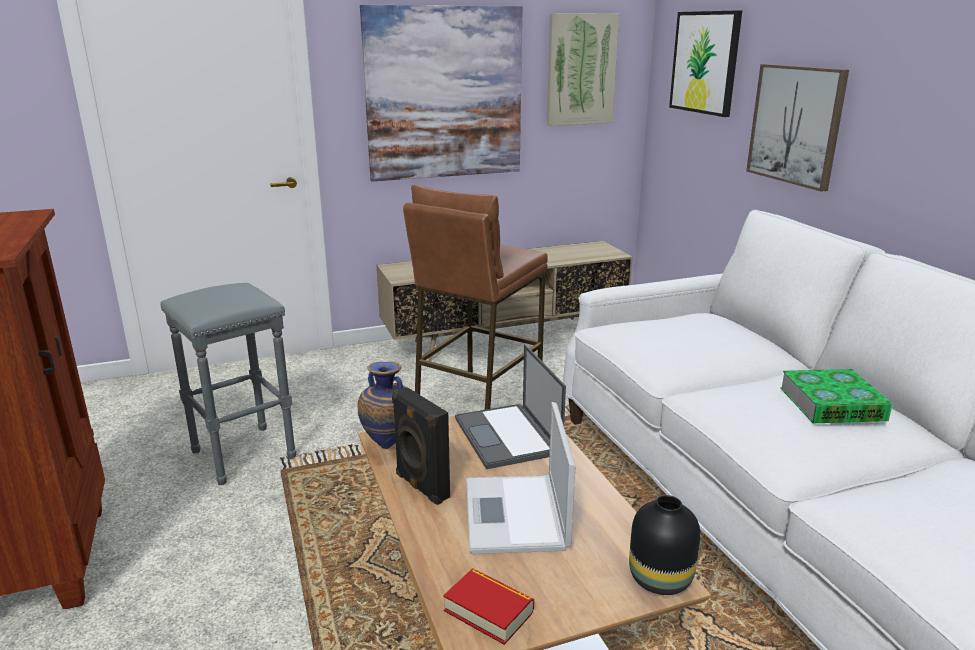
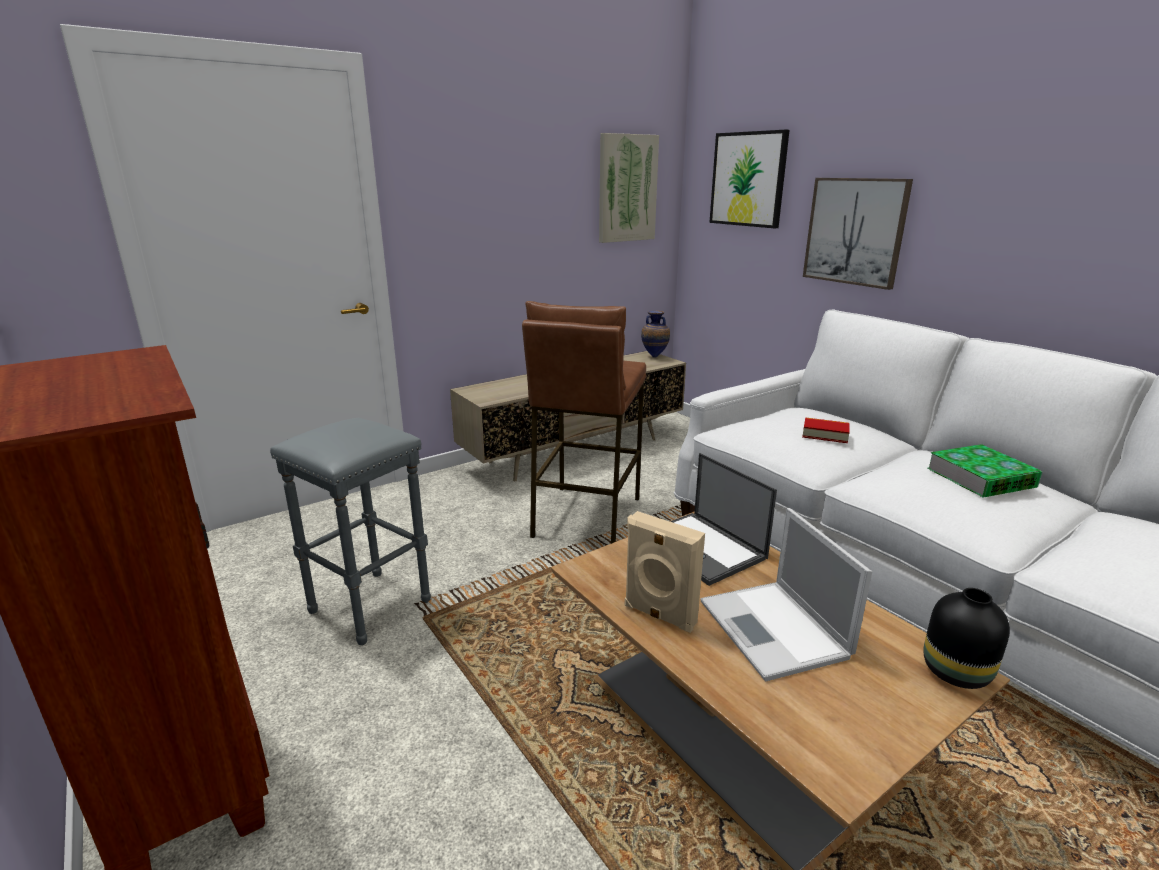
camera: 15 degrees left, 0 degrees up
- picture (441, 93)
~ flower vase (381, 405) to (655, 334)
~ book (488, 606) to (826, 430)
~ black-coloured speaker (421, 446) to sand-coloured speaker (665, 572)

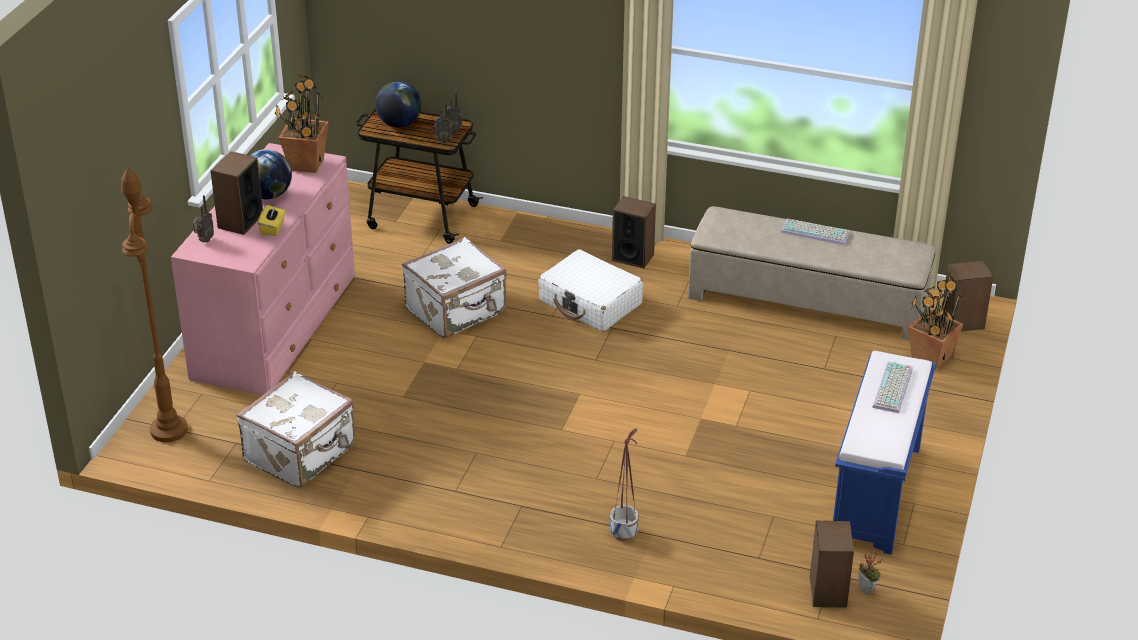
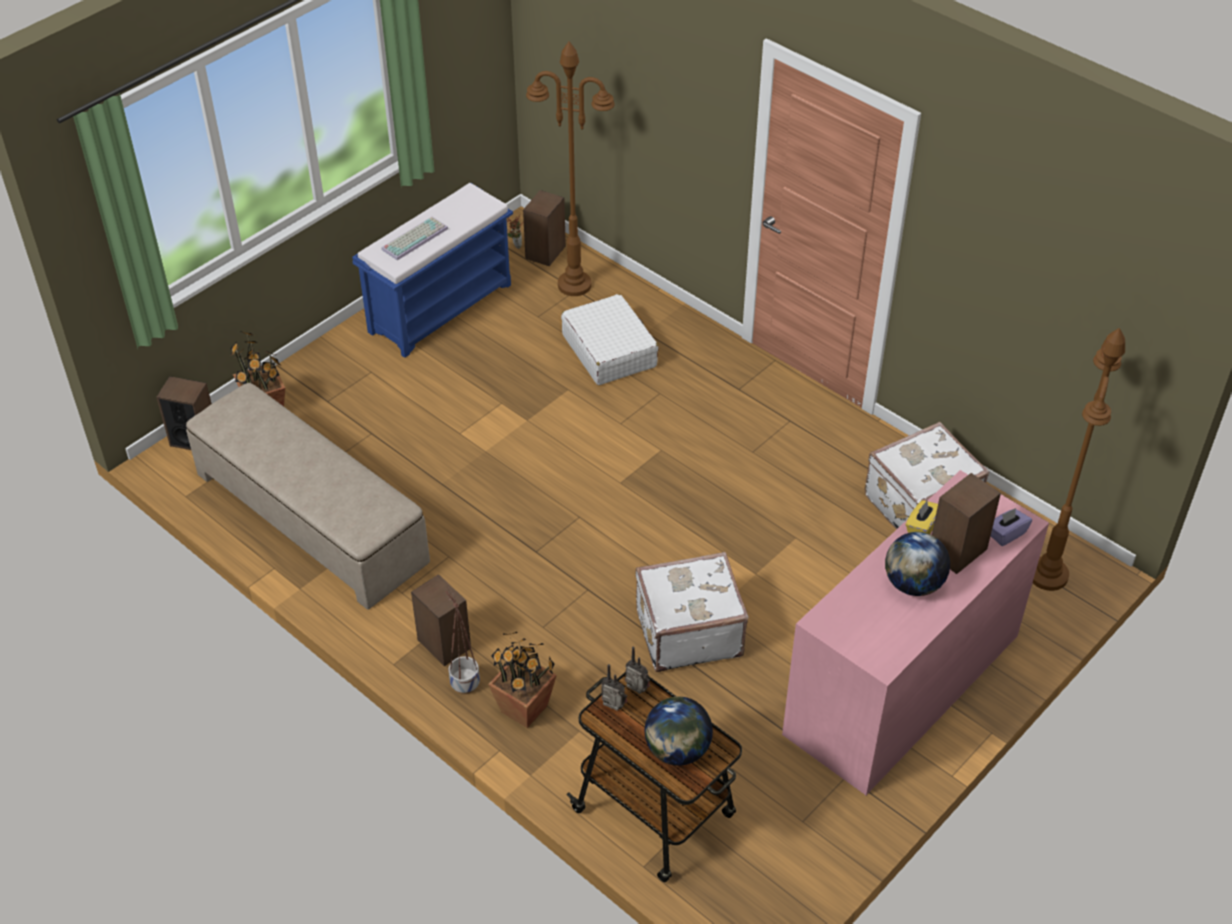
camera: 155 degrees left, 10 degrees up
- PC keyboard (815, 232)
+ brown floor lamp (570, 169)
~ houseplant (302, 124) to (522, 680)
~ whitish piece of luggage (590, 290) to (610, 339)
~ planter (624, 484) to (462, 640)
~ radio set (203, 219) to purplish tissue holder (1011, 527)

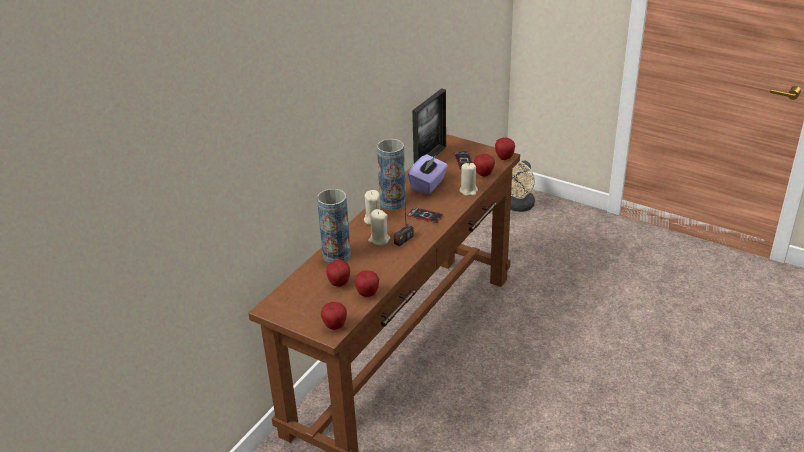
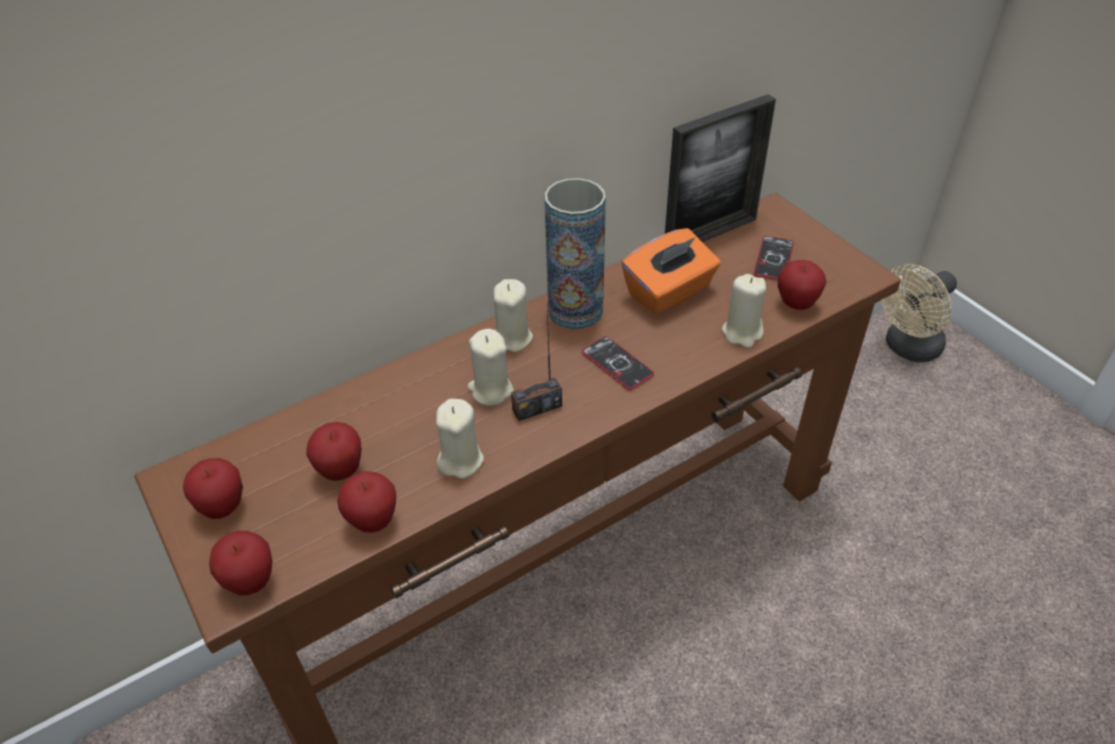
camera: 25 degrees right, 10 degrees up
- flower vase (334, 226)
+ sand-coloured wax candle (460, 439)
~ apple (505, 148) to (213, 488)
~ purplish tissue holder (428, 174) to orange tissue holder (671, 271)

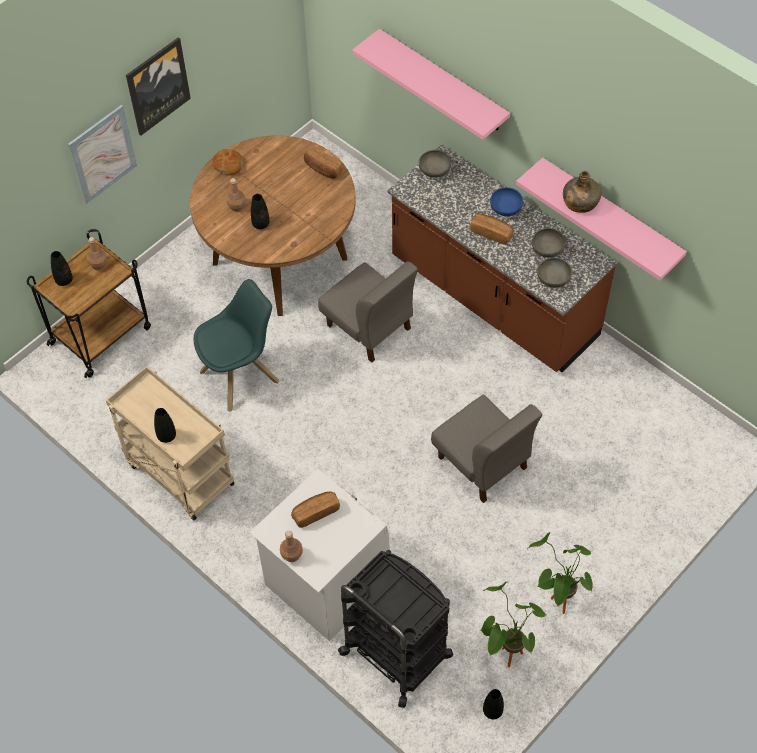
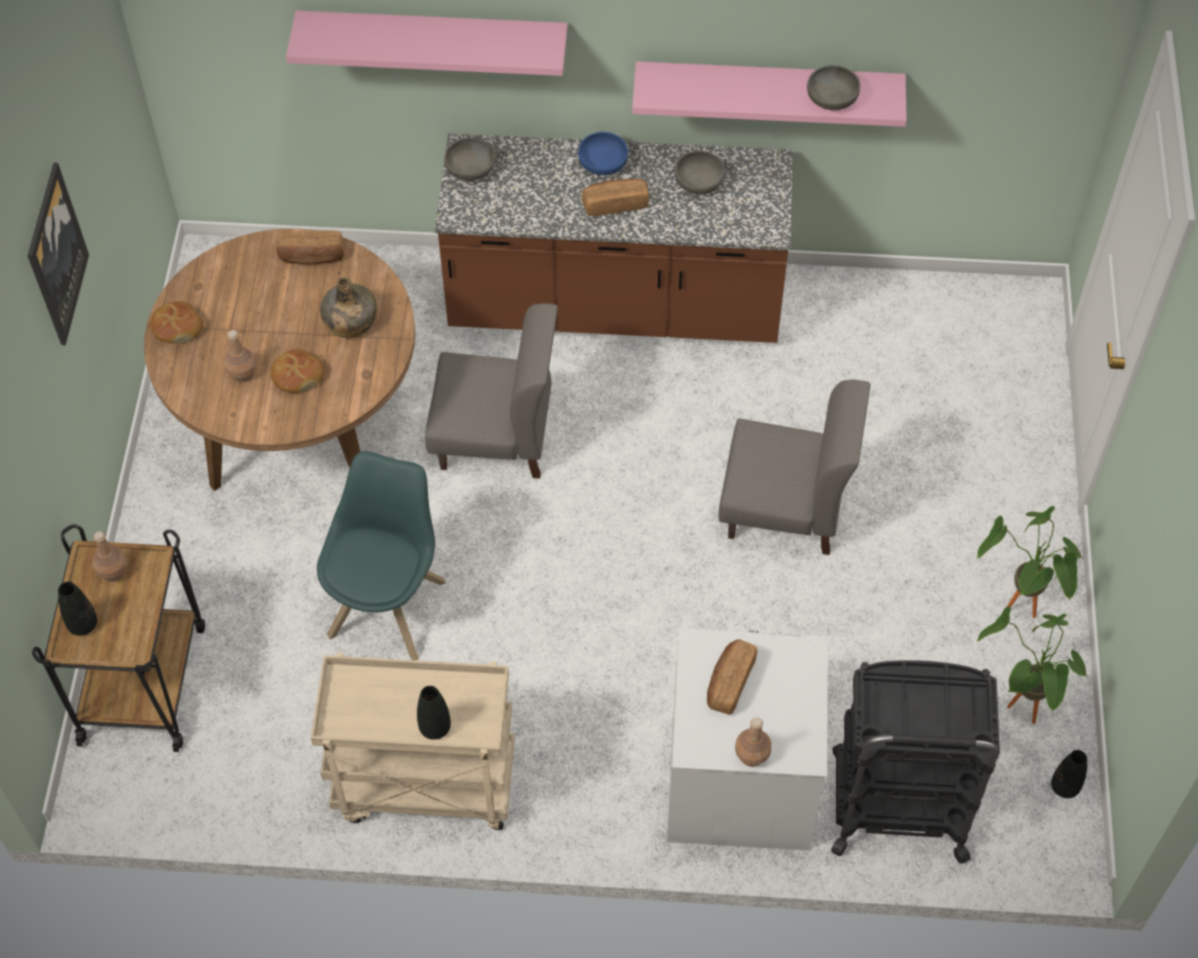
camera: 40 degrees left, 0 degrees up
- picture (102, 154)
~ gray deep dish (554, 272) to (833, 87)
~ greenish beverage bottle (582, 192) to (348, 307)
~ black-coloured flower vase (260, 211) to bread (297, 371)

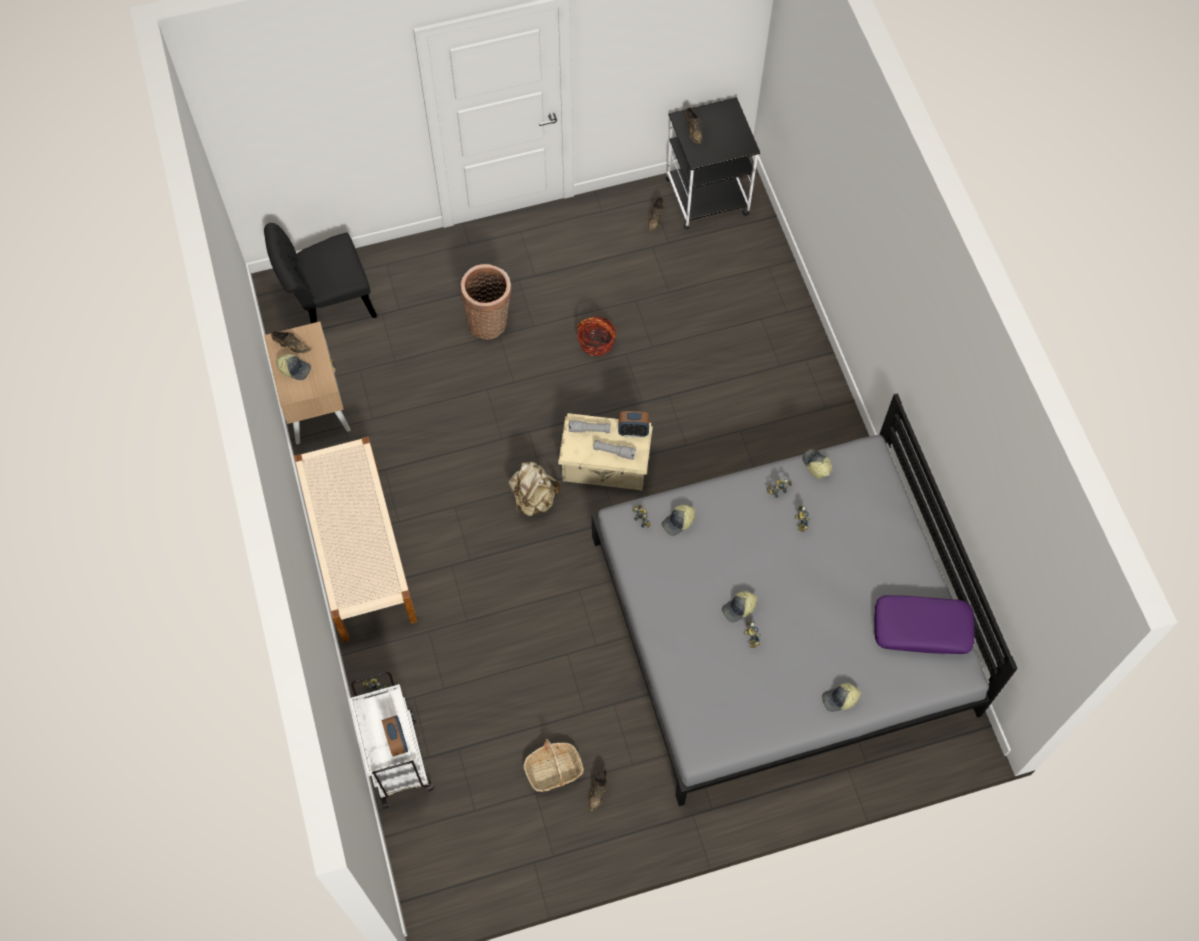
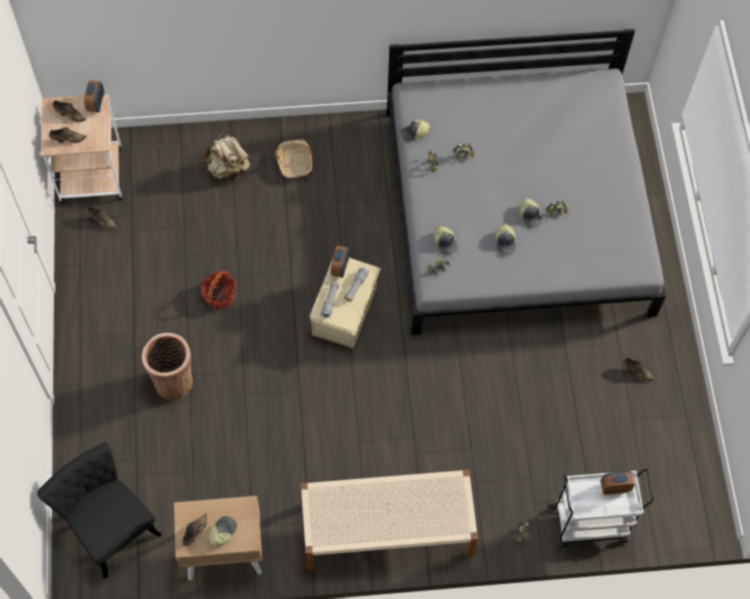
camera: 80 degrees left, 0 degrees up
- purplish cushion (924, 624)
+ brown item of footwear (69, 111)
+ alarm clock (94, 96)
~ sand-coloured backpack (534, 489) to (226, 156)
~ household basket (554, 765) to (294, 159)
~ peaked cap (841, 698) to (506, 239)
~ black-coloured cart (712, 163) to sand-coloured cart (82, 149)
~ black-coloured plain chair (320, 273) = (99, 510) 150 degrees clockwise

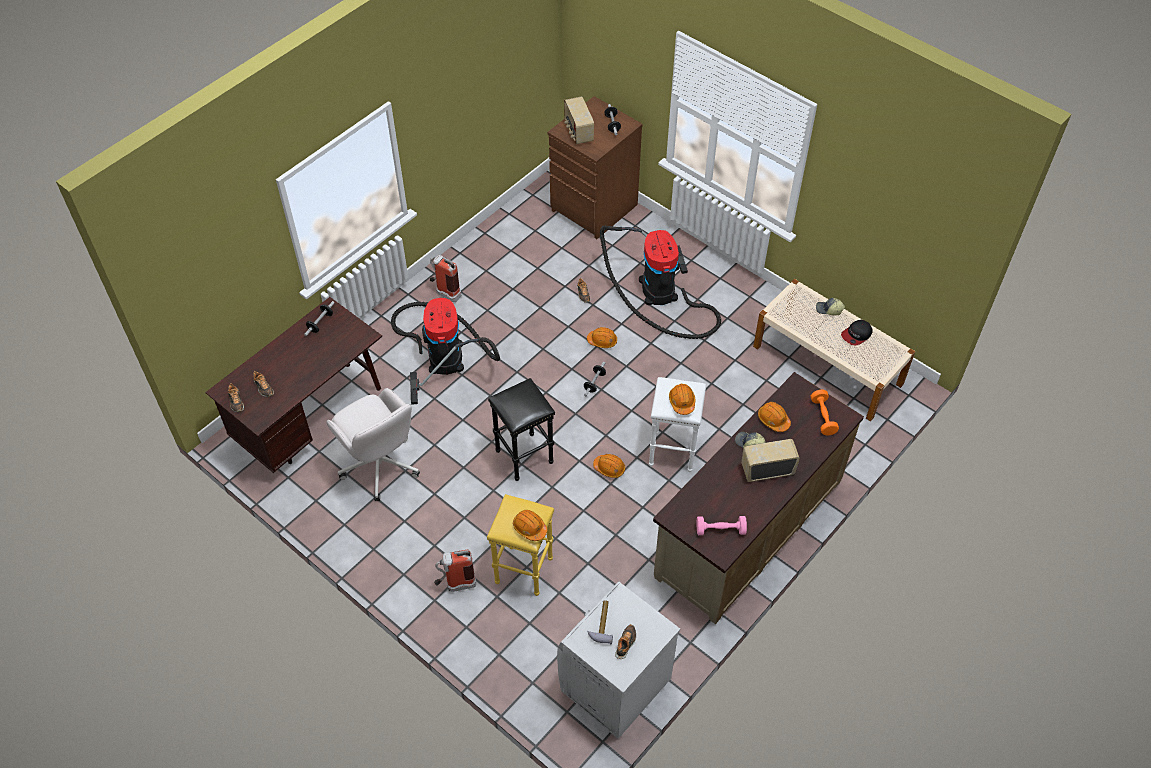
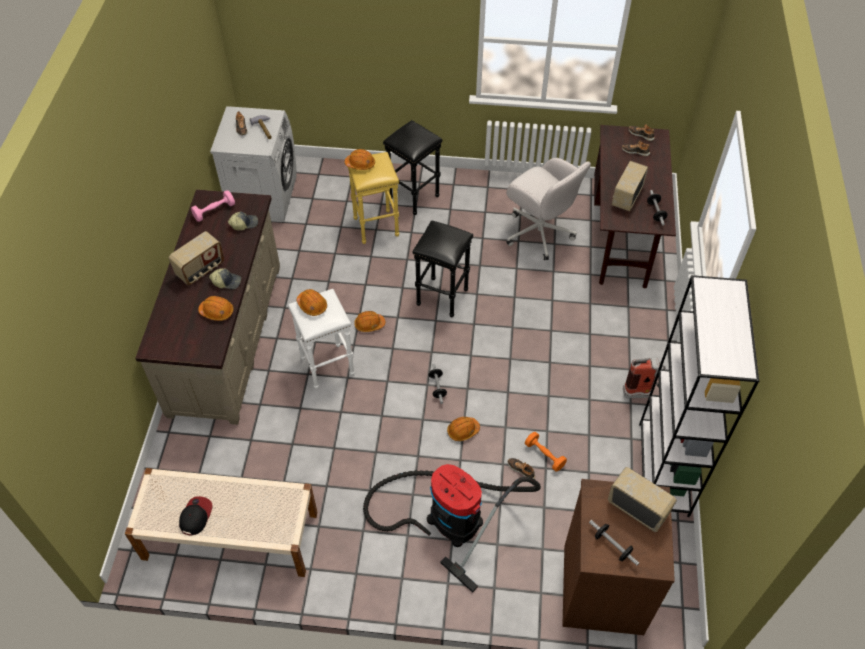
camera: 145 degrees right, 0 degrees up
- vacuum (445, 351)
+ radio set (630, 186)
+ whitish bookcase (699, 396)
~ orange hand weight (825, 412) to (546, 452)
~ peaked cap (830, 307) to (243, 220)
~ fire extinguisher (455, 571) to black-coloured stool (412, 167)
~ whitish computer chair (373, 444) = (548, 209) 150 degrees counterclockwise

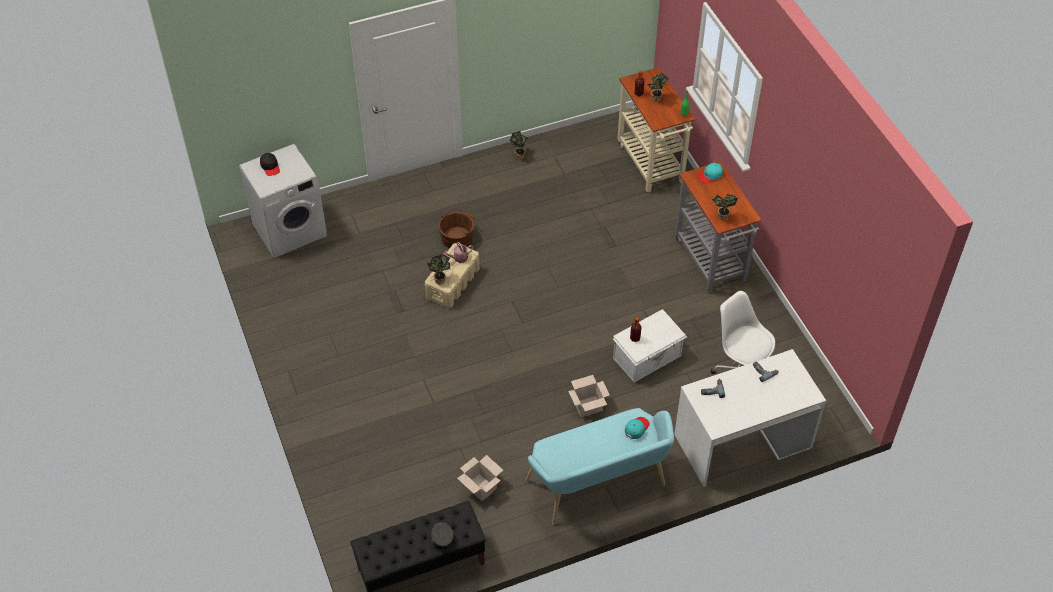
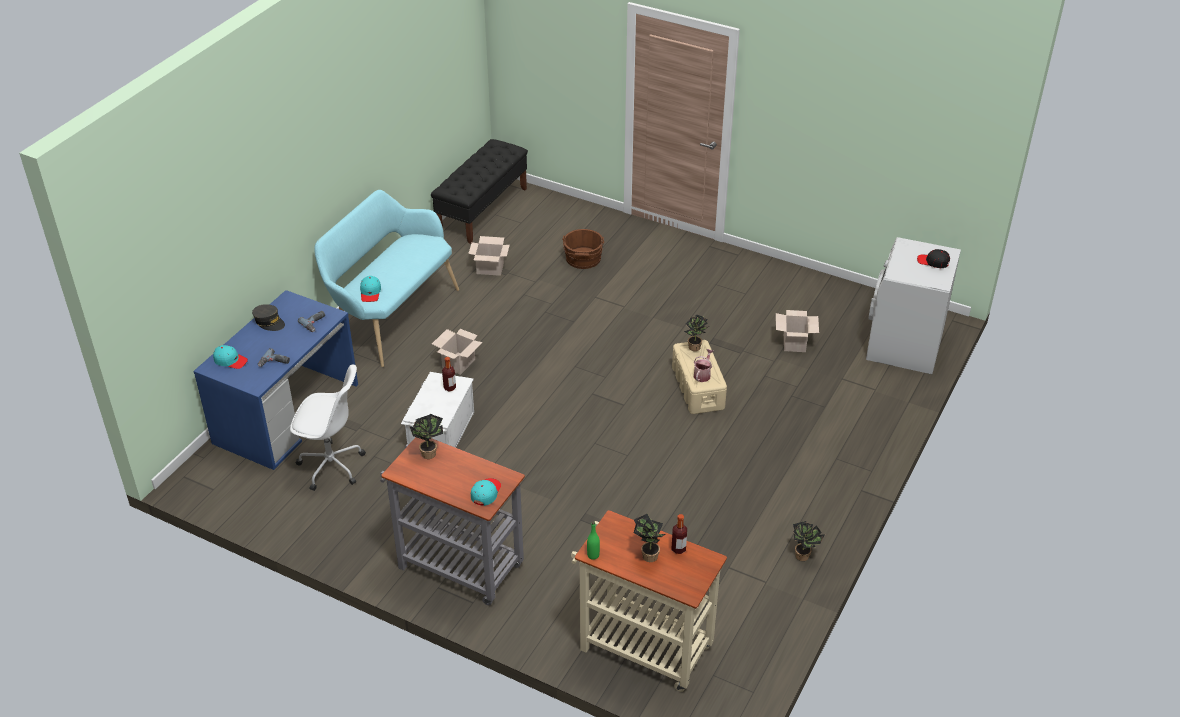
camera: 140 degrees right, 10 degrees down
+ blue-green peaked cap (230, 357)
+ cardboard box (797, 331)
~ gray peaked cap (442, 535) to (268, 317)
~ brown pail (458, 229) to (583, 249)
~ whitish desk (750, 418) to blue-coloured desk (275, 380)

